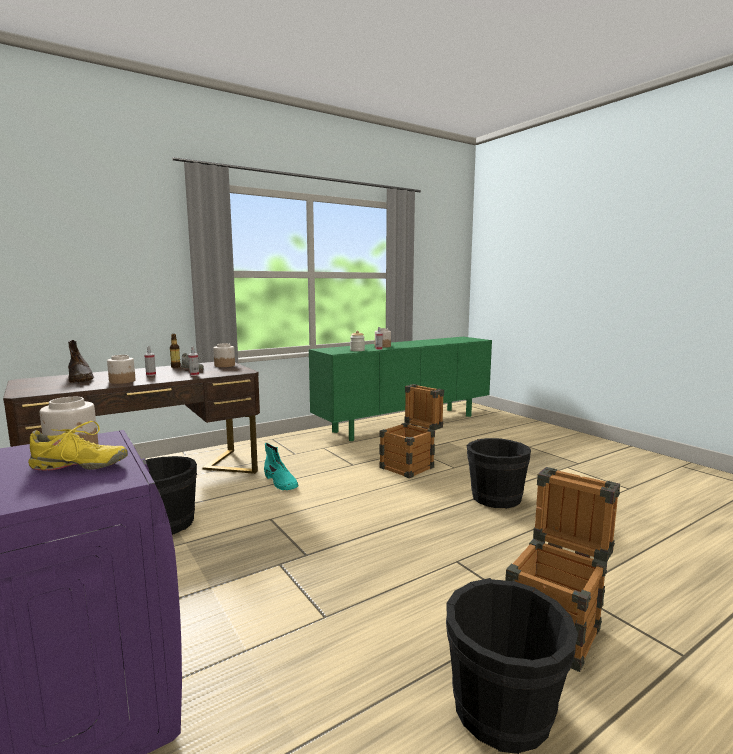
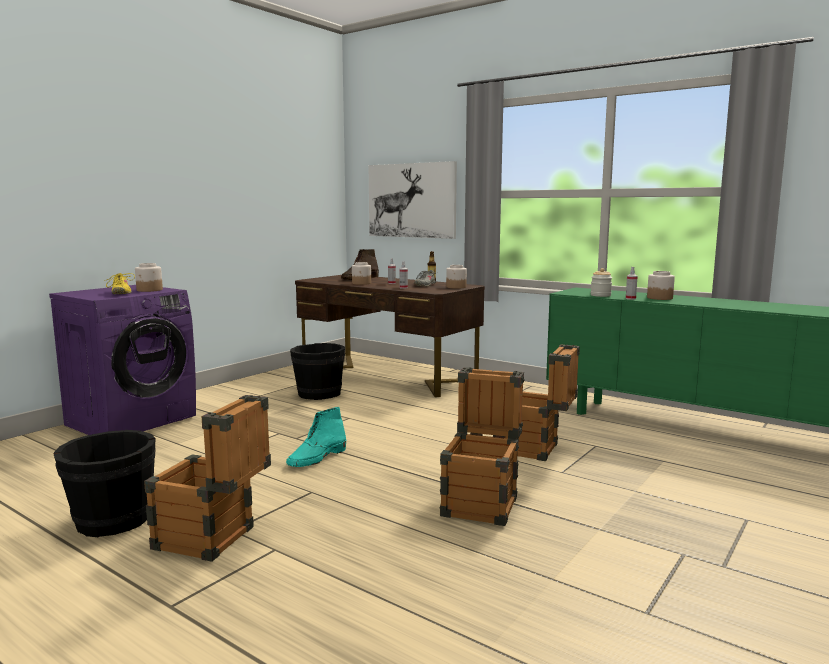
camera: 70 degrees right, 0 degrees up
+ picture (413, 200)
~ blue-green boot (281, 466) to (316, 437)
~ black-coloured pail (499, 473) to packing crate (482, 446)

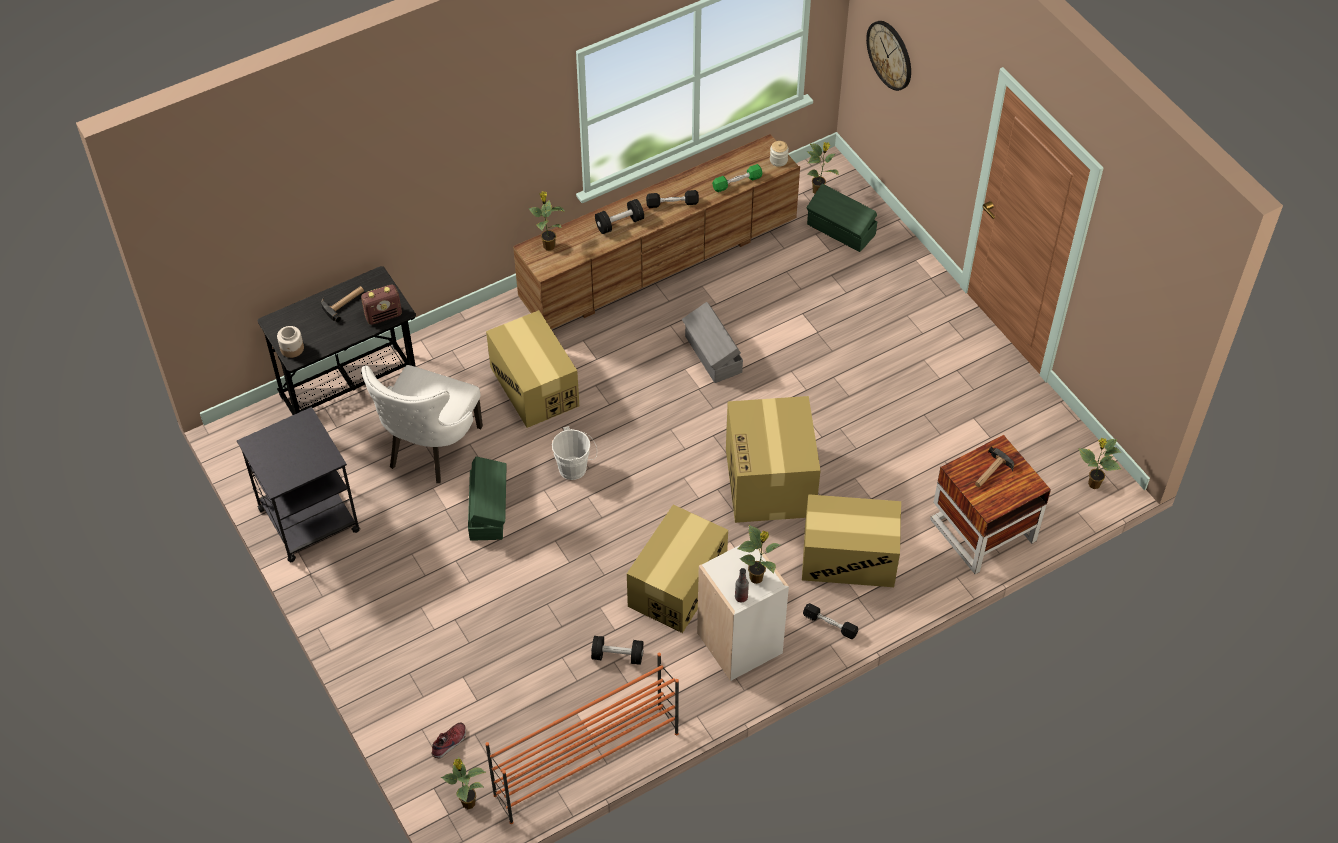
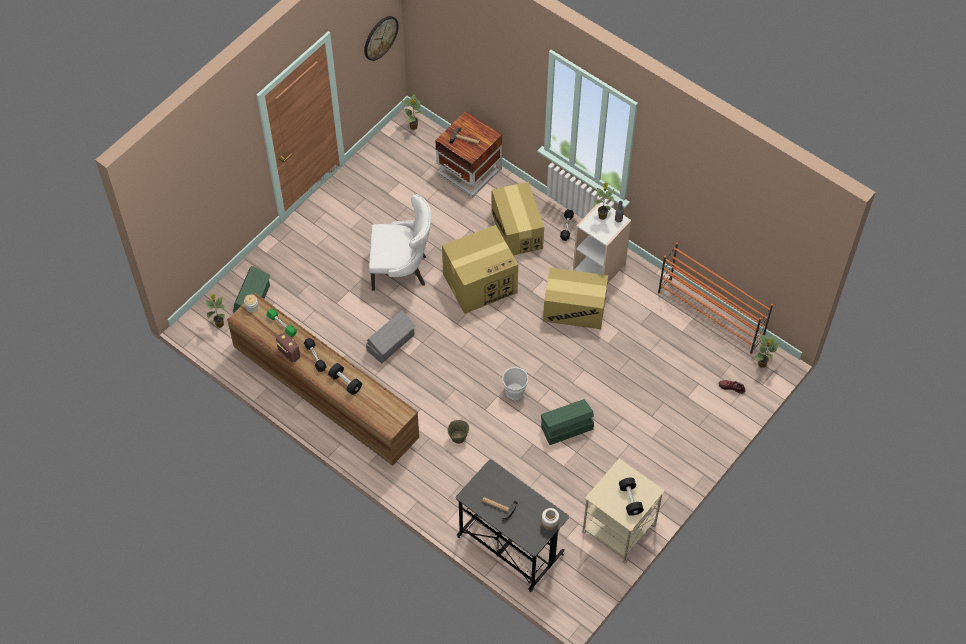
camera: 110 degrees left, 5 degrees up
- houseplant (547, 221)
~ radio set (381, 305) to (287, 347)
~ whitish plain chair (422, 424) to (400, 242)
~ black-coloured hand weight (617, 650) to (631, 497)
~ hanging clock (888, 56) to (381, 38)
~ cardboard box (532, 369) to sand-coloured pail (458, 432)
~ black-coloured cart (298, 485) to sand-coloured cart (623, 510)

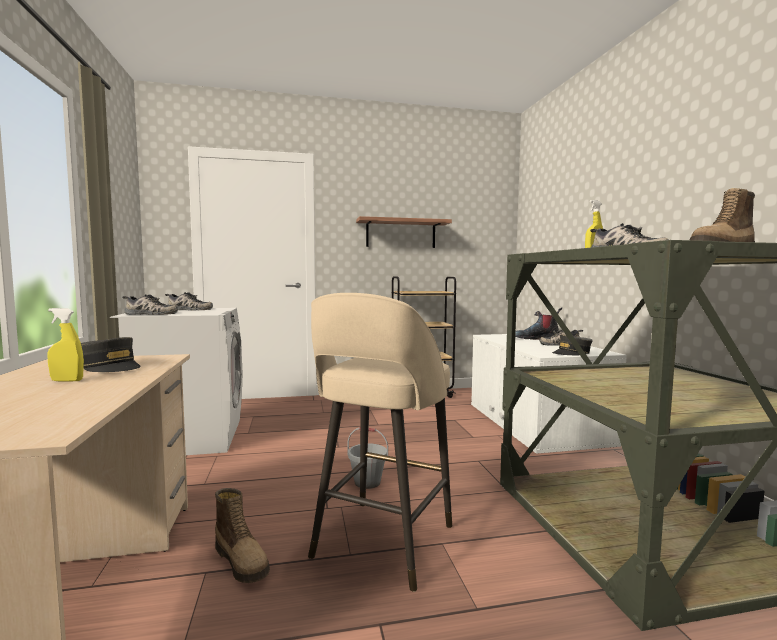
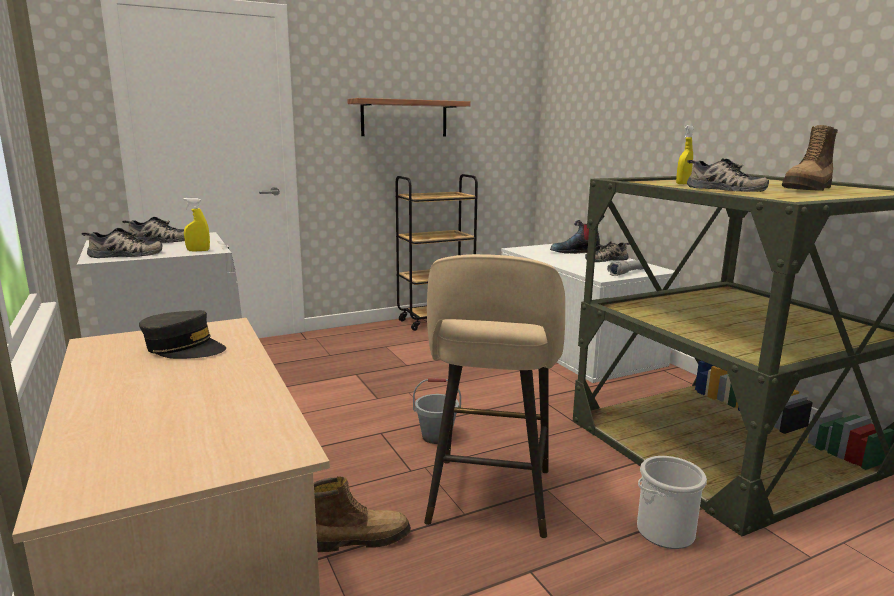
camera: 15 degrees left, 10 degrees up
+ pail (672, 502)
~ yellow-coloured spray bottle (65, 345) to (196, 224)
~ gray peaked cap (572, 345) to gray hand torch (627, 267)
~ boot (242, 535) = (362, 514) 45 degrees counterclockwise

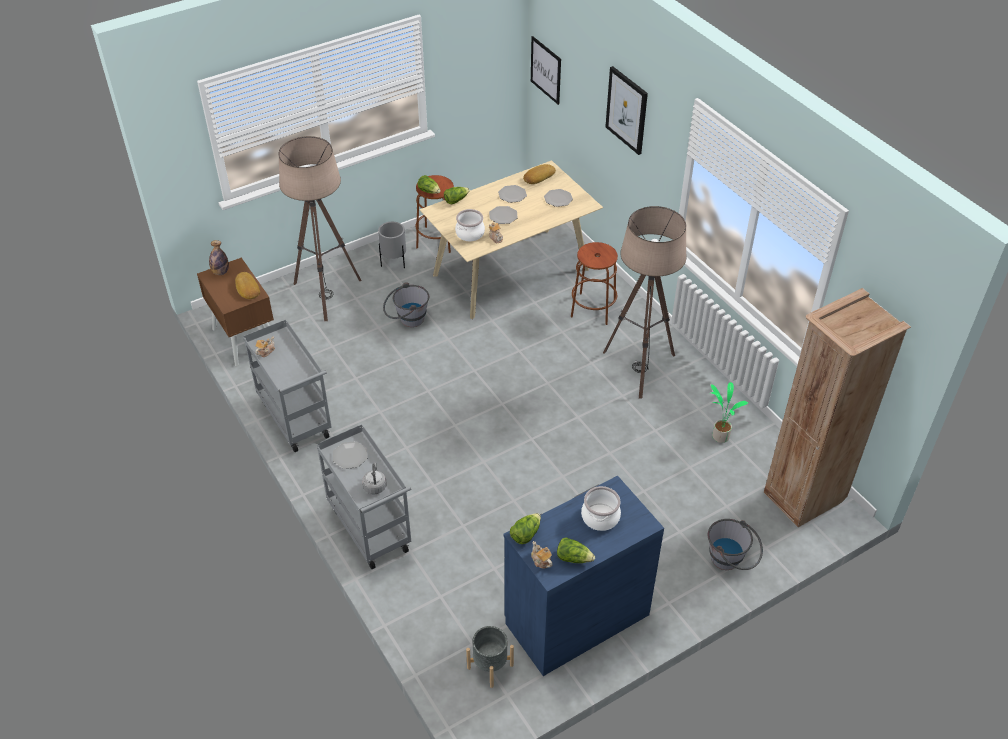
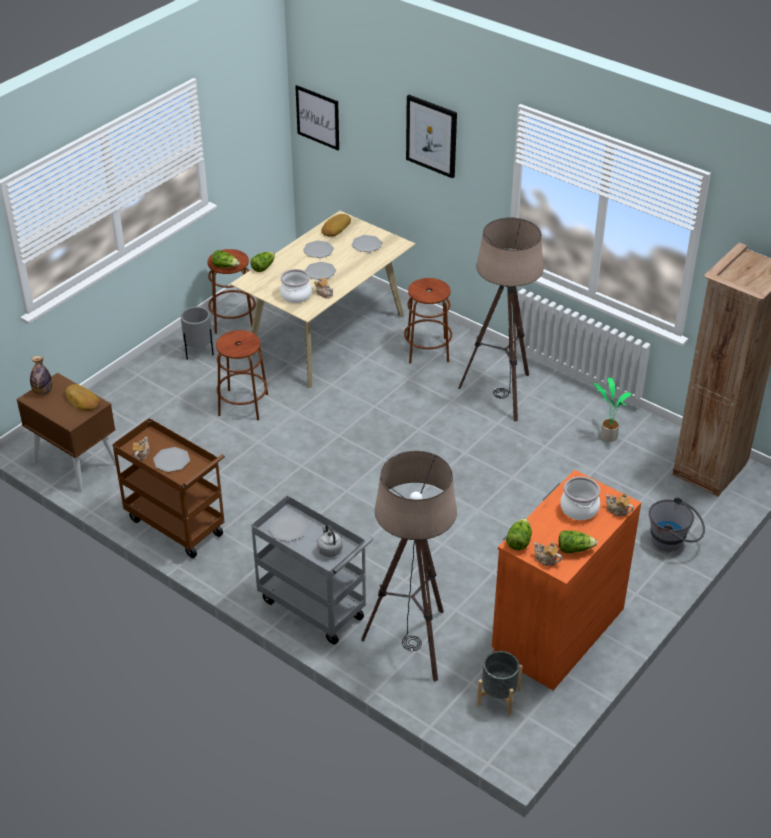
camera: 20 degrees left, 5 degrees down
+ dinner plate (171, 459)
+ pot for tea (620, 505)
~ floor lamp (320, 228) to (409, 566)
~ gray pail (406, 304) to brown stool (242, 375)
~ gray cart (288, 386) to brown cart (169, 488)
~ blue-coloured dresser (583, 575) to orange dresser (566, 580)

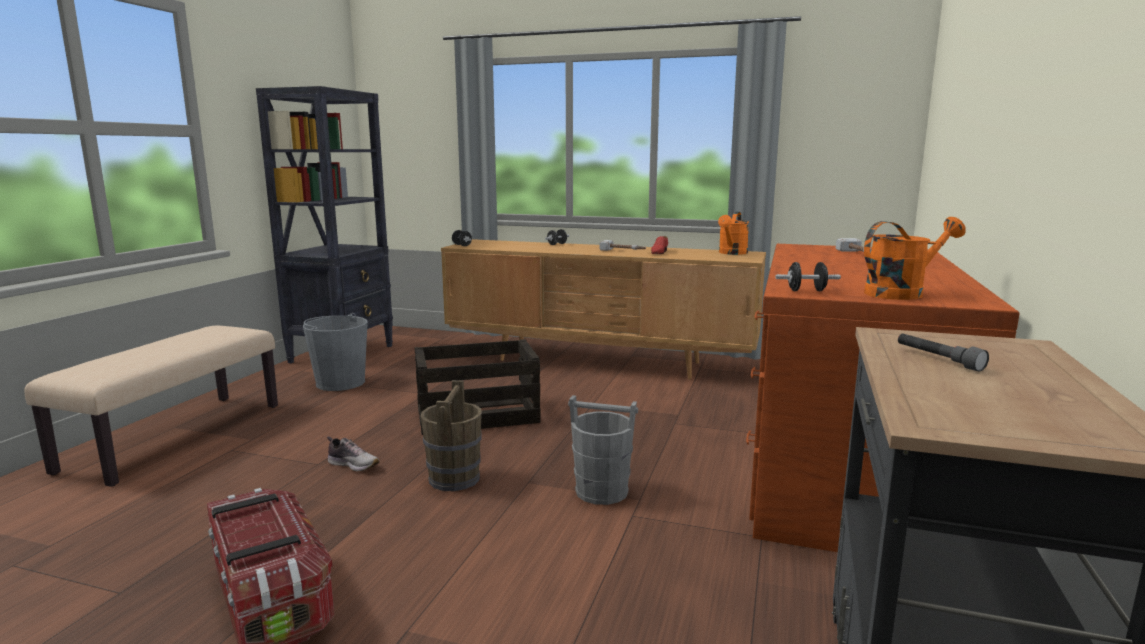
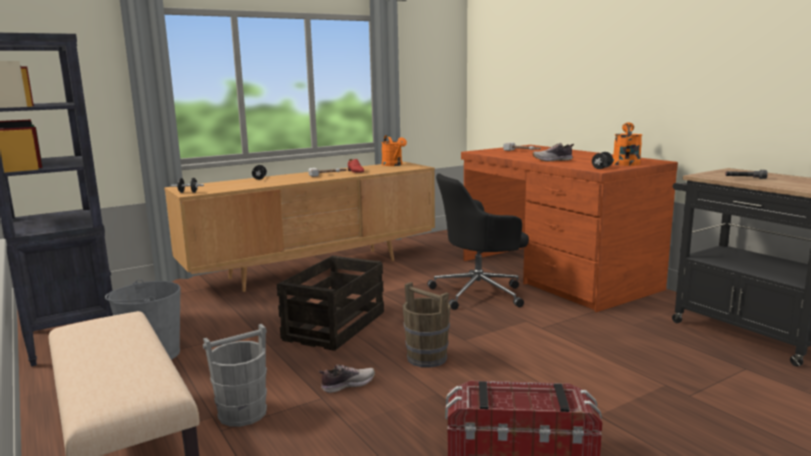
camera: 50 degrees left, 0 degrees up
+ black-coloured computer chair (478, 241)
+ item of footwear (553, 152)
~ gray pail (603, 450) to (235, 375)

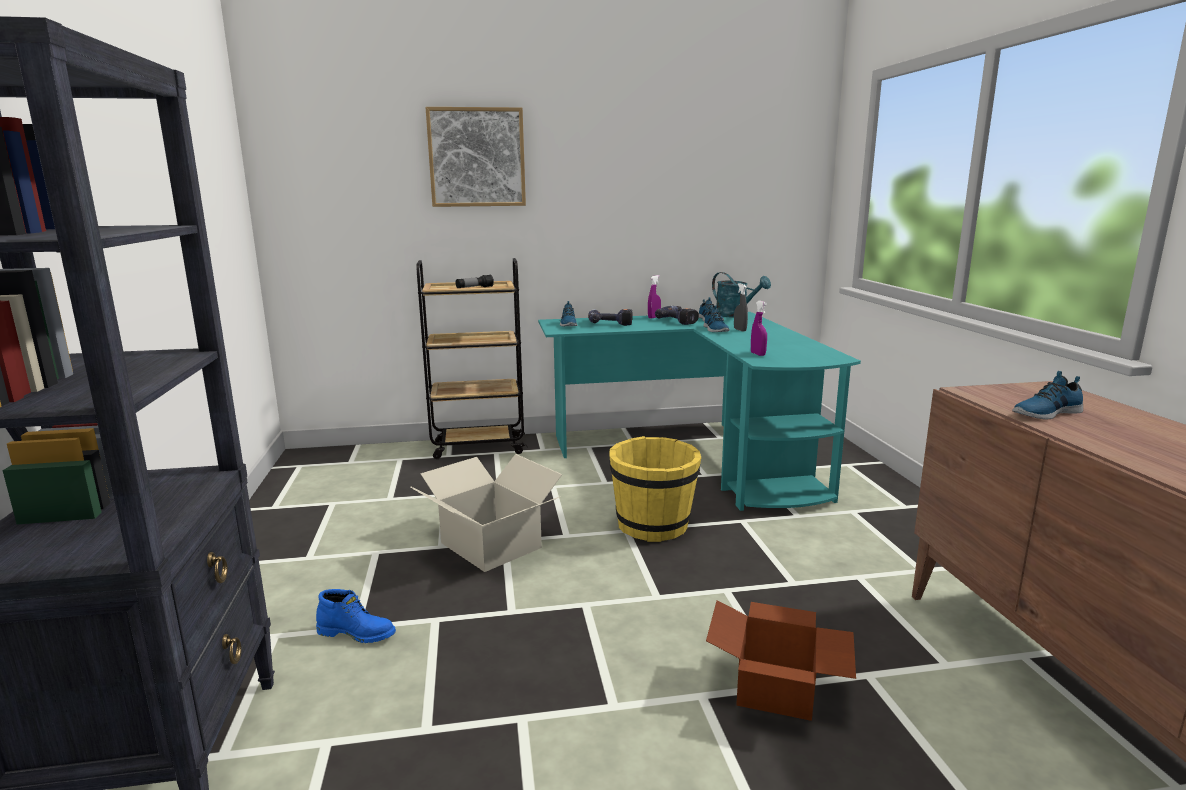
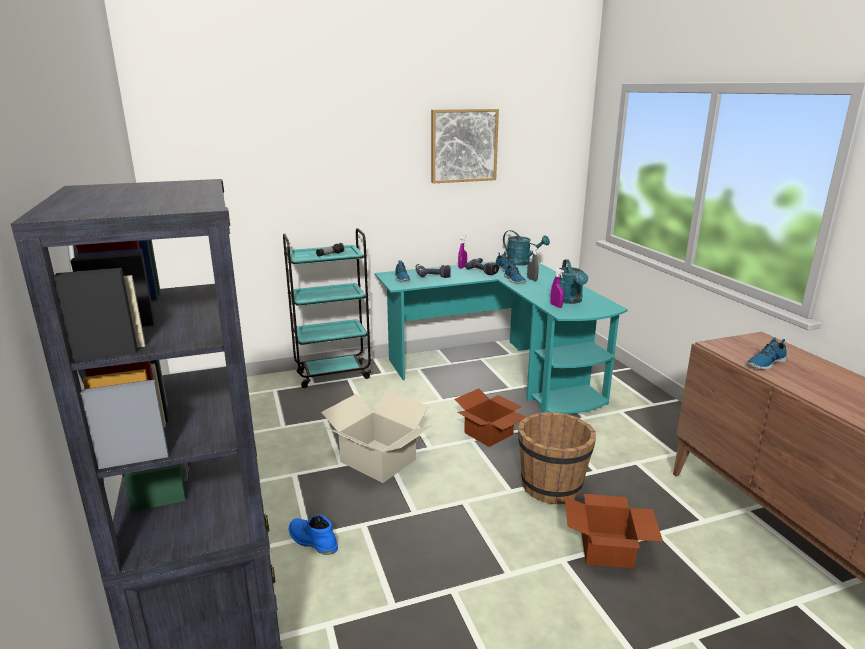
camera: 10 degrees left, 5 degrees up
+ brown pail (557, 458)
+ blue-green watering pot (573, 281)
~ picture (476, 157) to (465, 146)
~ yellow-coloured pail (655, 489) to cardboard box (490, 418)
~ brown cart (472, 358) to blue-green cart (328, 308)
~ blue-coloured boot (356, 616) = (313, 534) 150 degrees counterclockwise

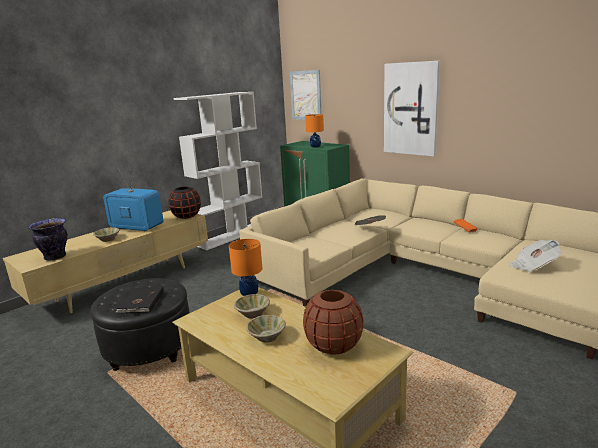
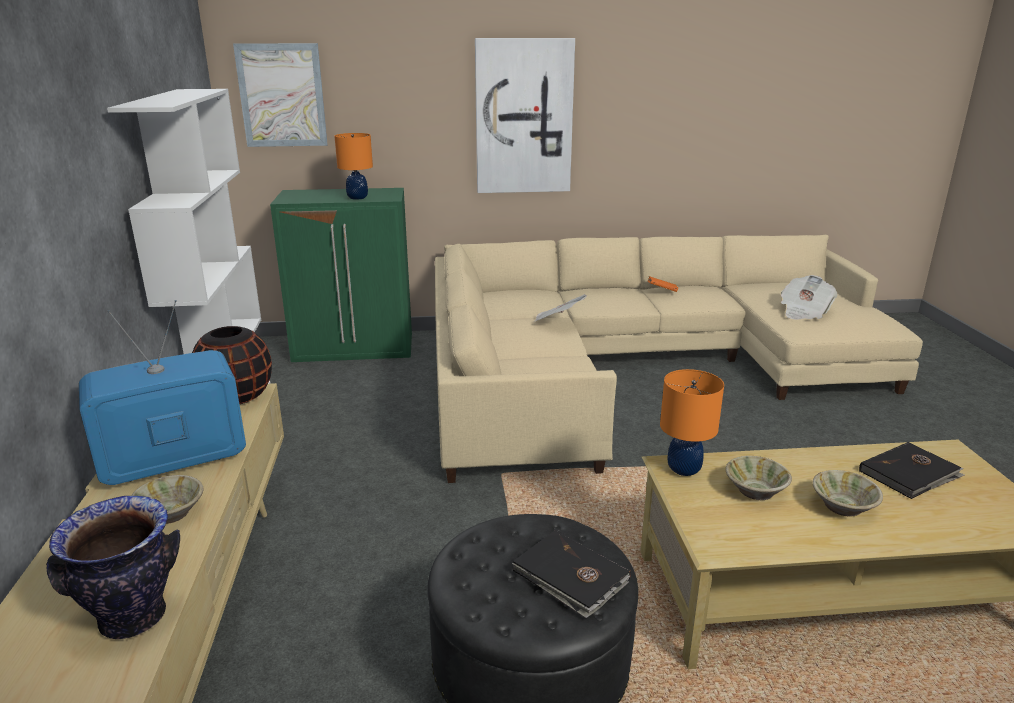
camera: 50 degrees left, 5 degrees up
~ brown flower vase (333, 322) to black-coloured book (911, 470)

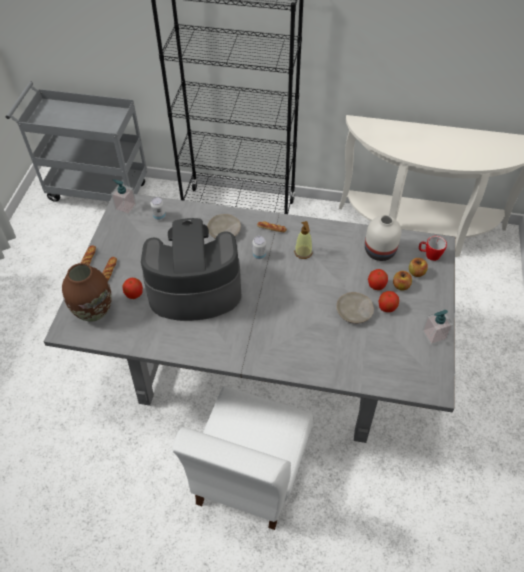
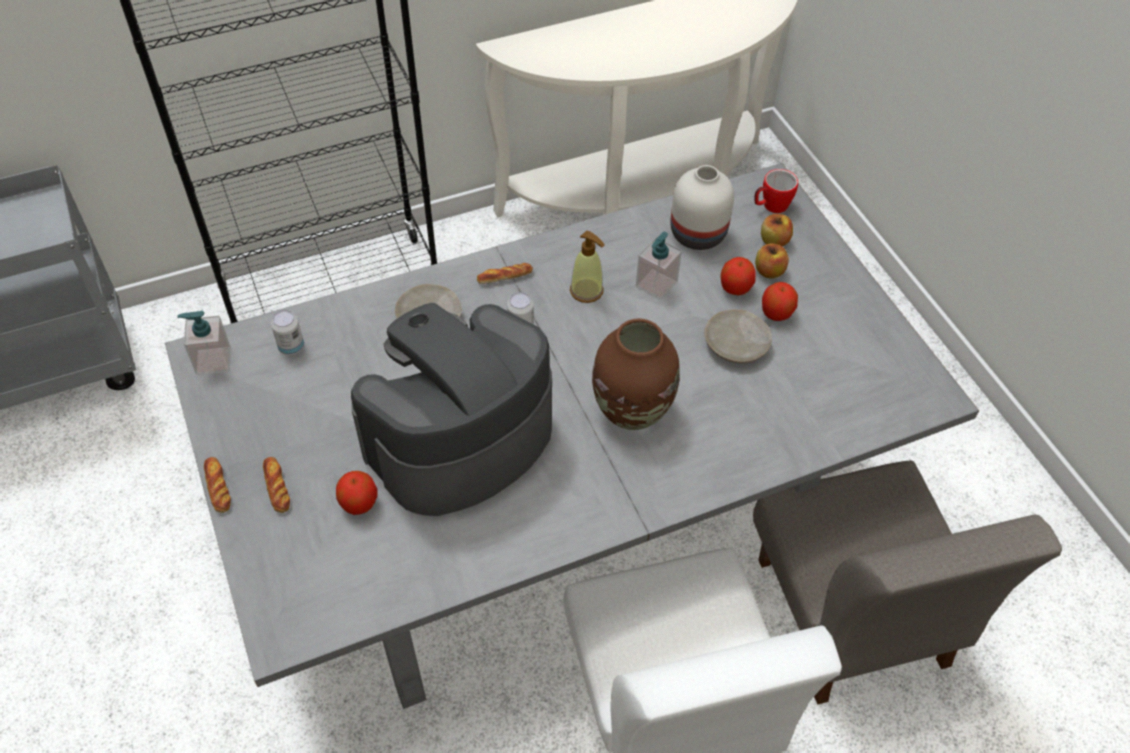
camera: 35 degrees left, 0 degrees up
+ gray plain chair (907, 582)
~ brown flower vase (87, 292) to (636, 374)
~ soap bottle (437, 327) to (659, 266)

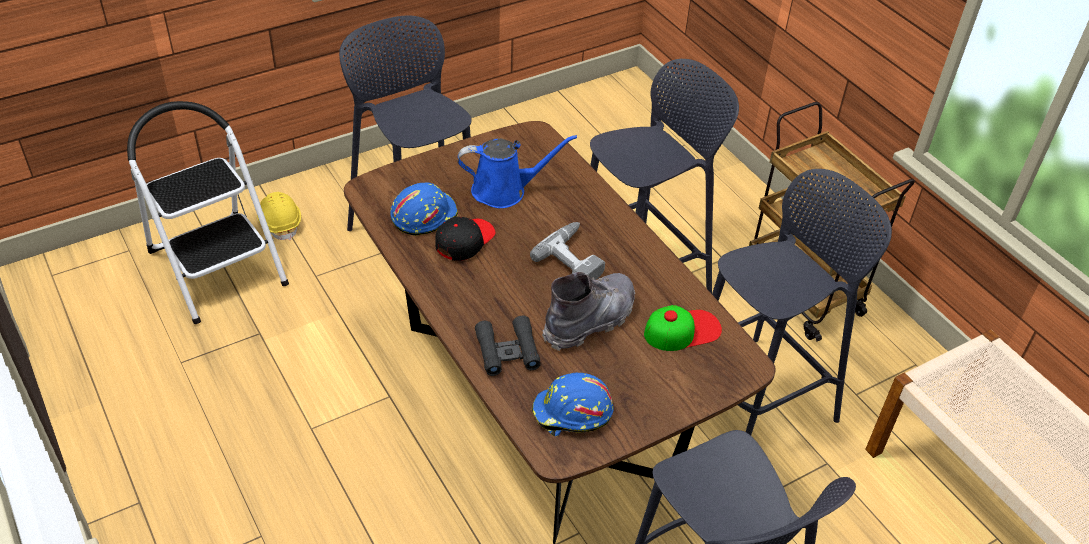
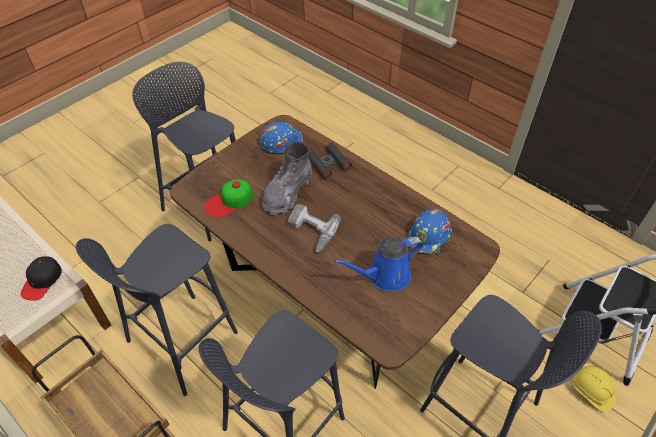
camera: 165 degrees right, 5 degrees up
~ black-coloured peaked cap (465, 239) to (41, 278)

